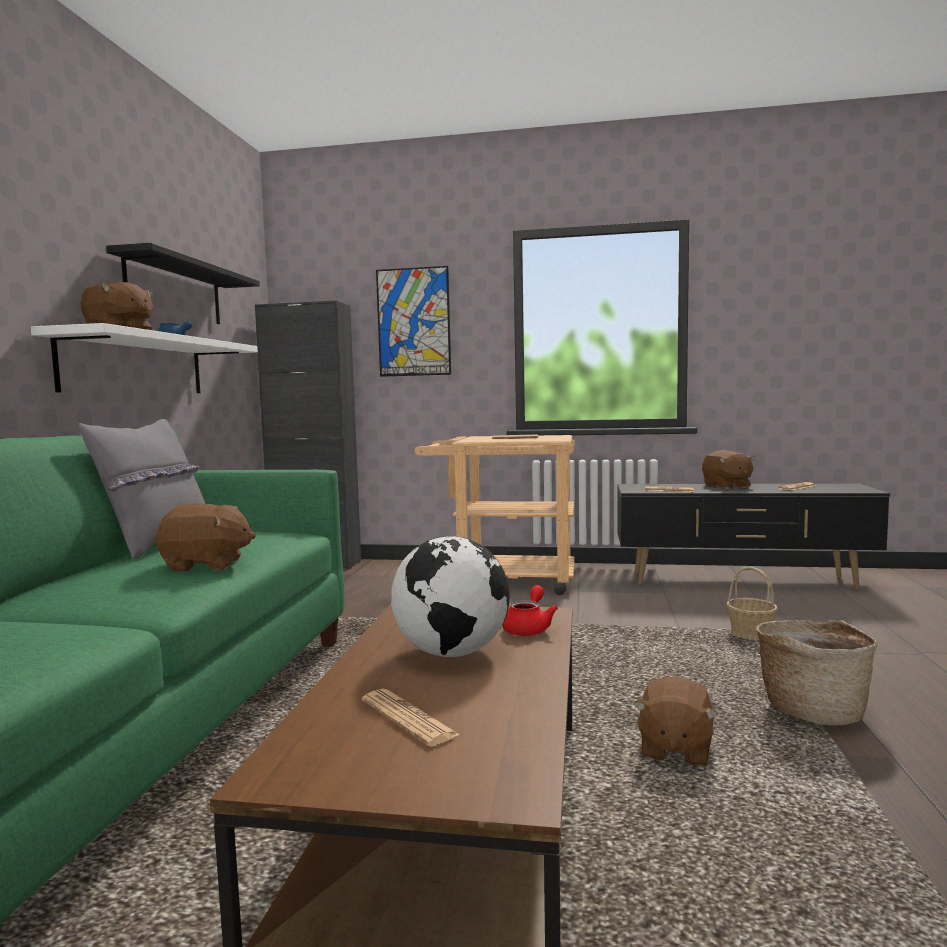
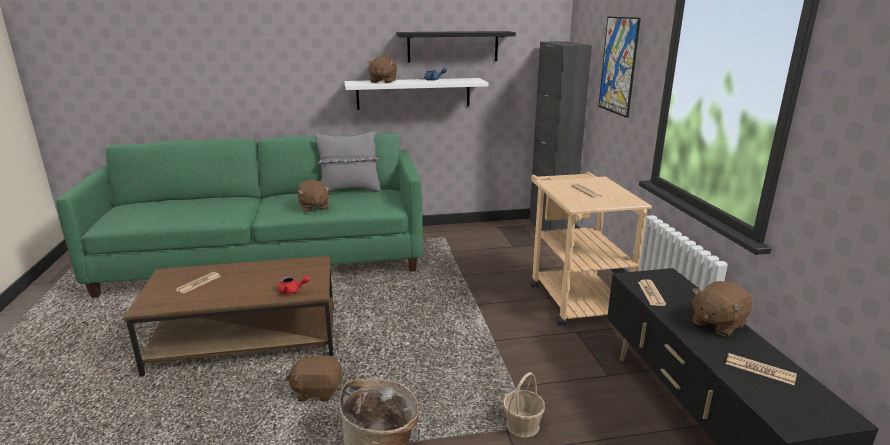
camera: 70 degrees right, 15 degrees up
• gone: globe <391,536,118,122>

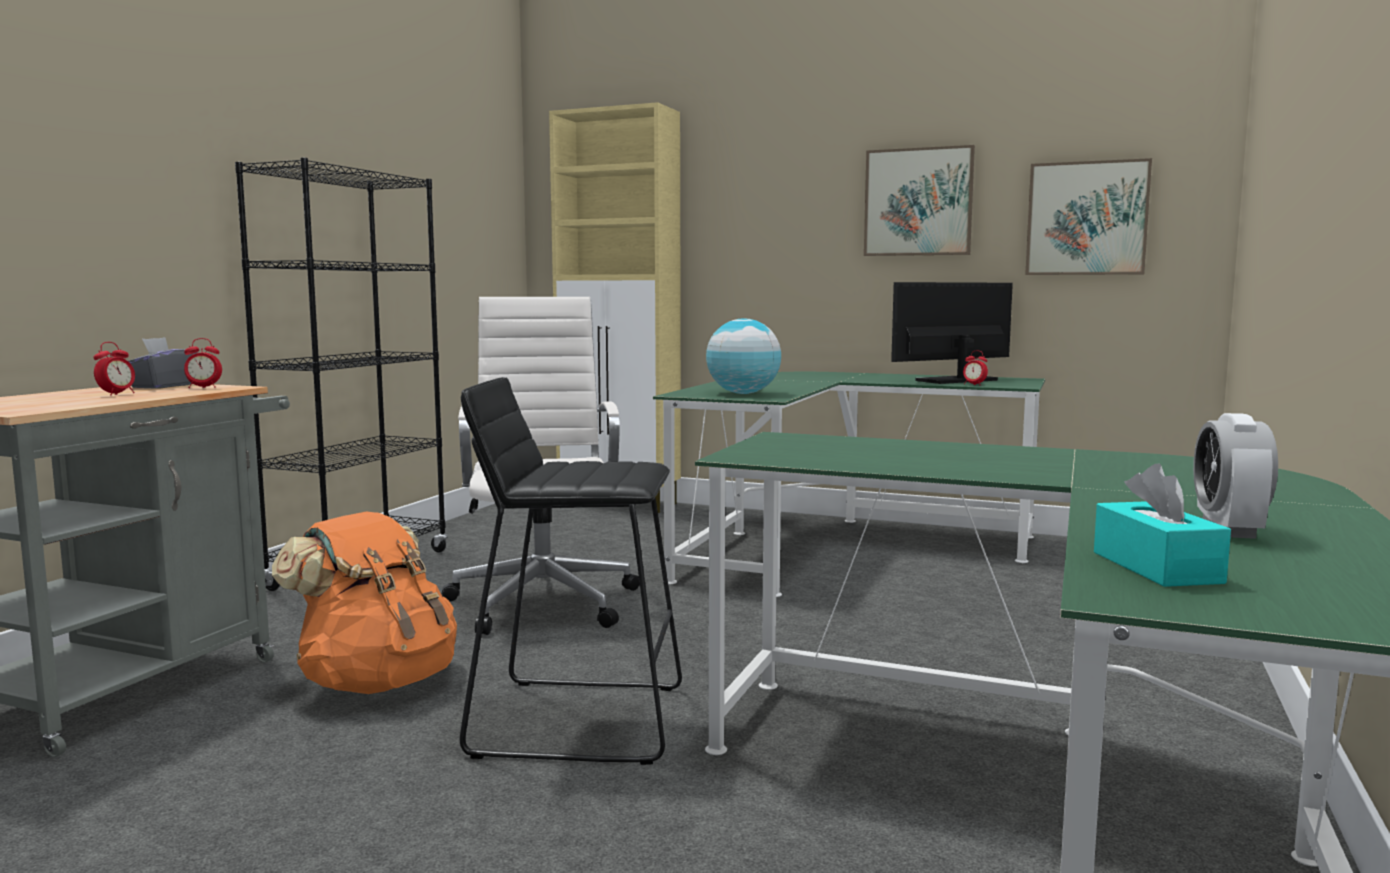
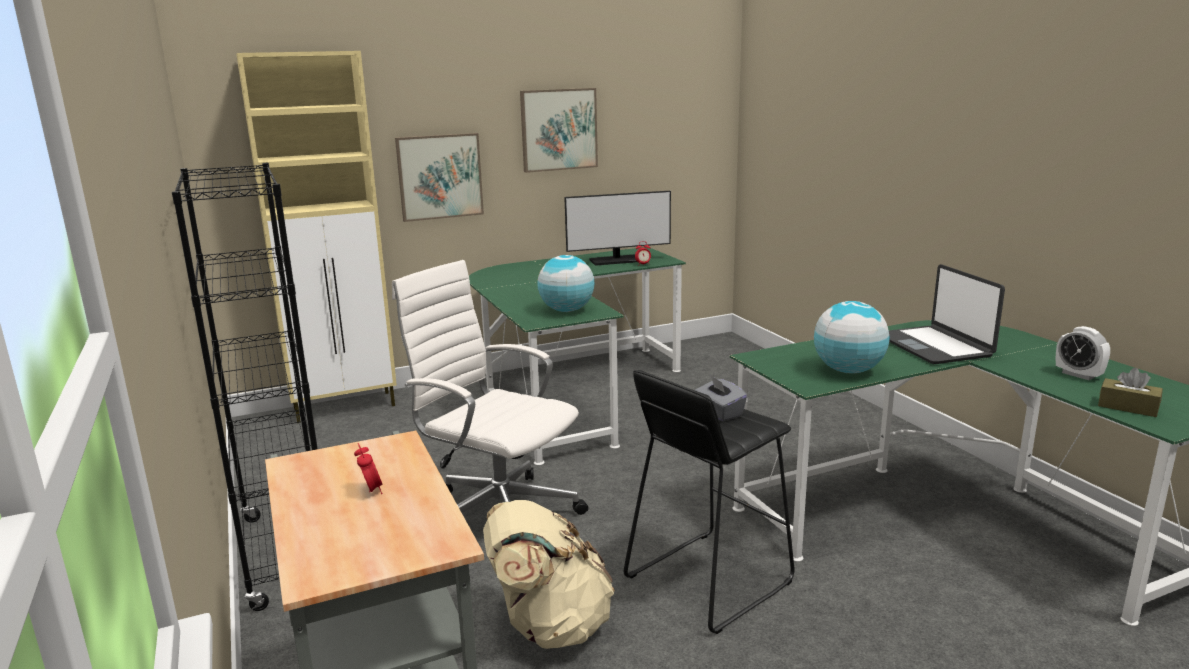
camera: 45 degrees left, 10 degrees up
• shifted: picture <1025,158,127,117> to <395,133,89,89>
• repainted: orange backpack <272,512,185,182> to beige backpack <483,500,132,149>
• rotated: monitor <891,282,122,102> = <564,191,107,75> 120 degrees counterclockwise
• shifted: grey tissue box <128,337,70,51> to <695,376,52,45>
• new: globe <814,301,75,73>
• new: laptop <889,264,116,100>
• repainted: turquoise tissue box <1094,464,137,123> to brown tissue box <1098,368,65,49>
• gone: alarm clock <184,338,38,50>

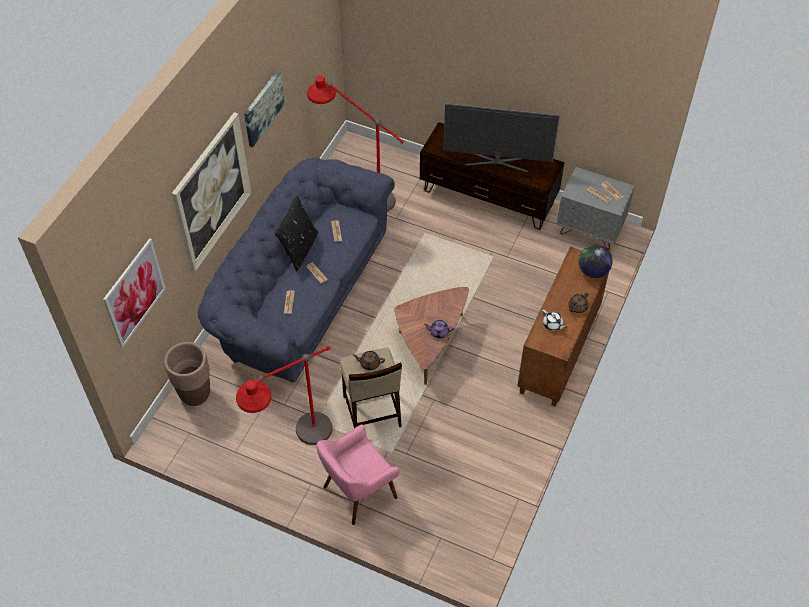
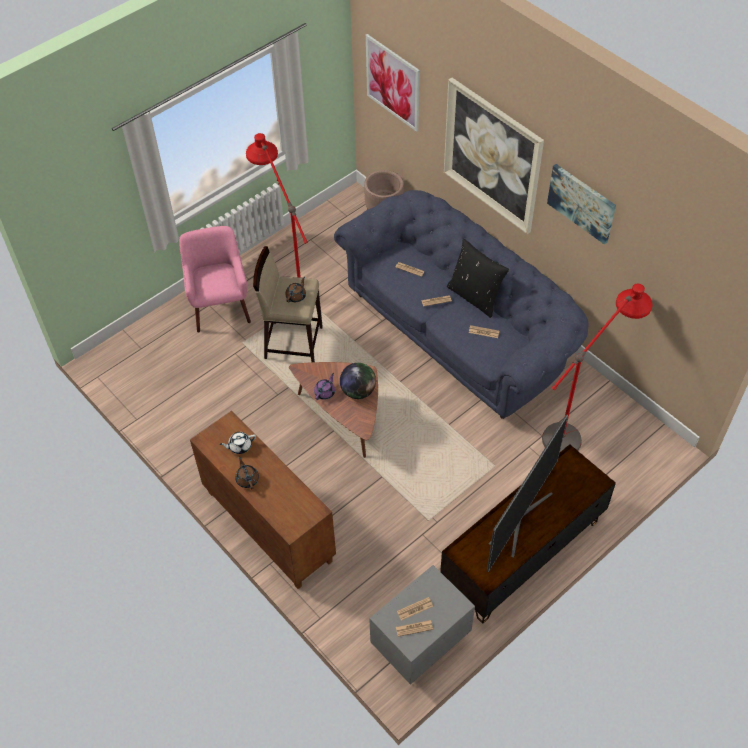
camera: 115 degrees right, 0 degrees up
• shifted: globe <579,244,34,34> to <340,363,36,36>

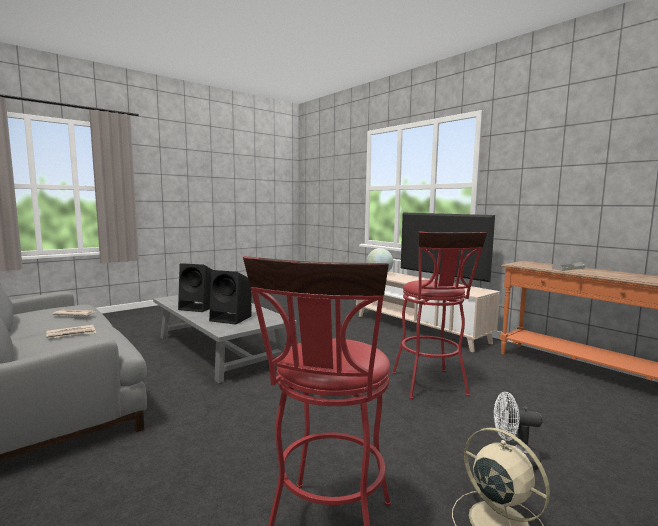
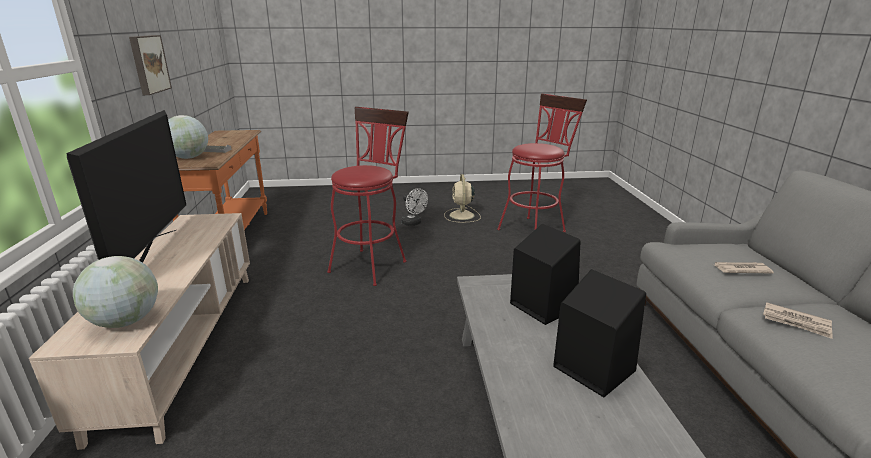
camera: 145 degrees left, 15 degrees up
• new: picture <129,35,43,60>
• new: globe <168,115,40,44>

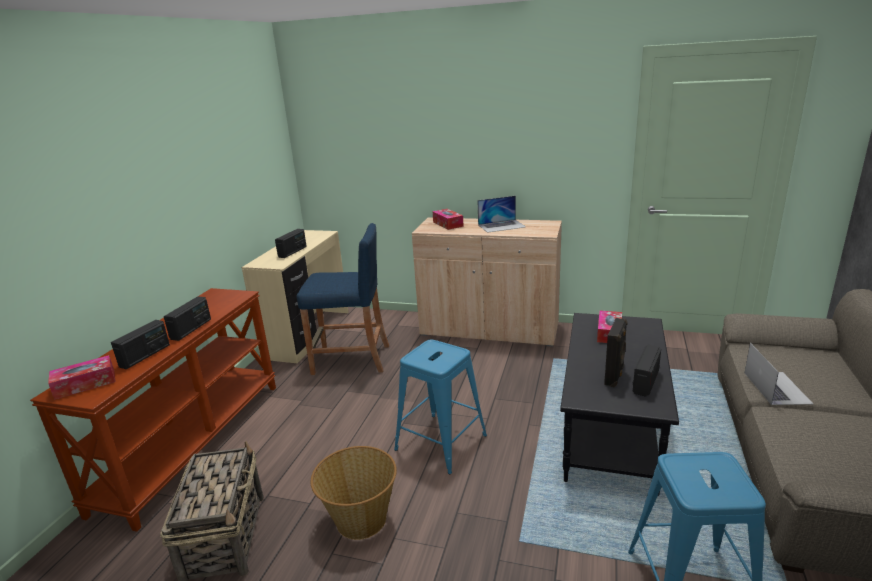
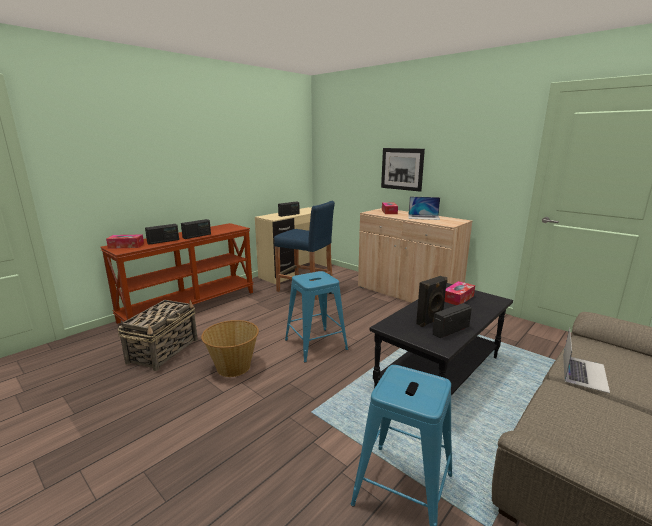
camera: 25 degrees right, 5 degrees down
• new: picture <381,148,44,44>

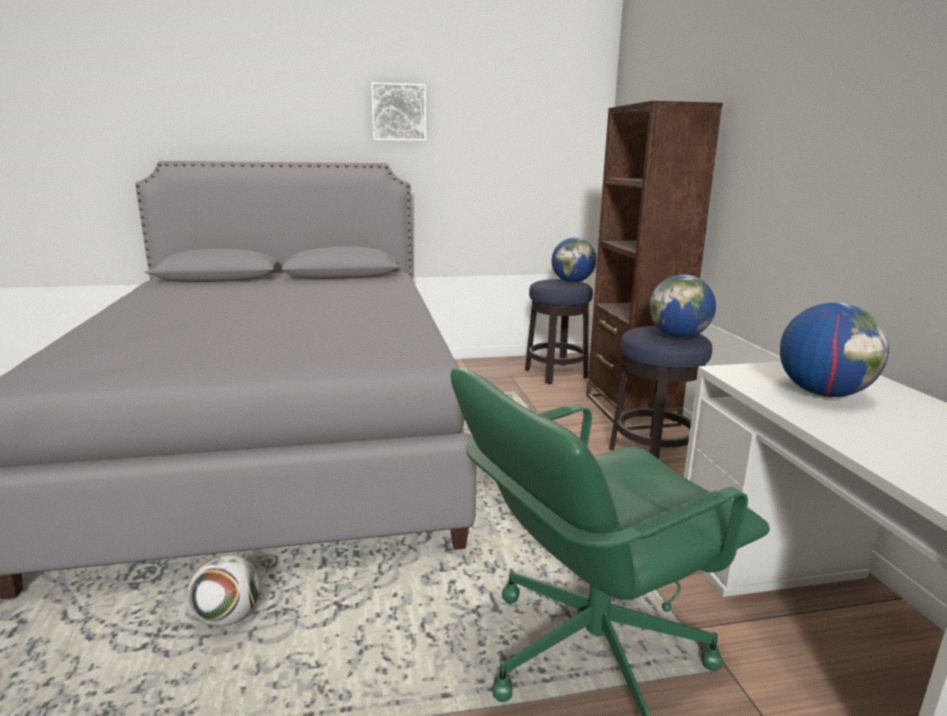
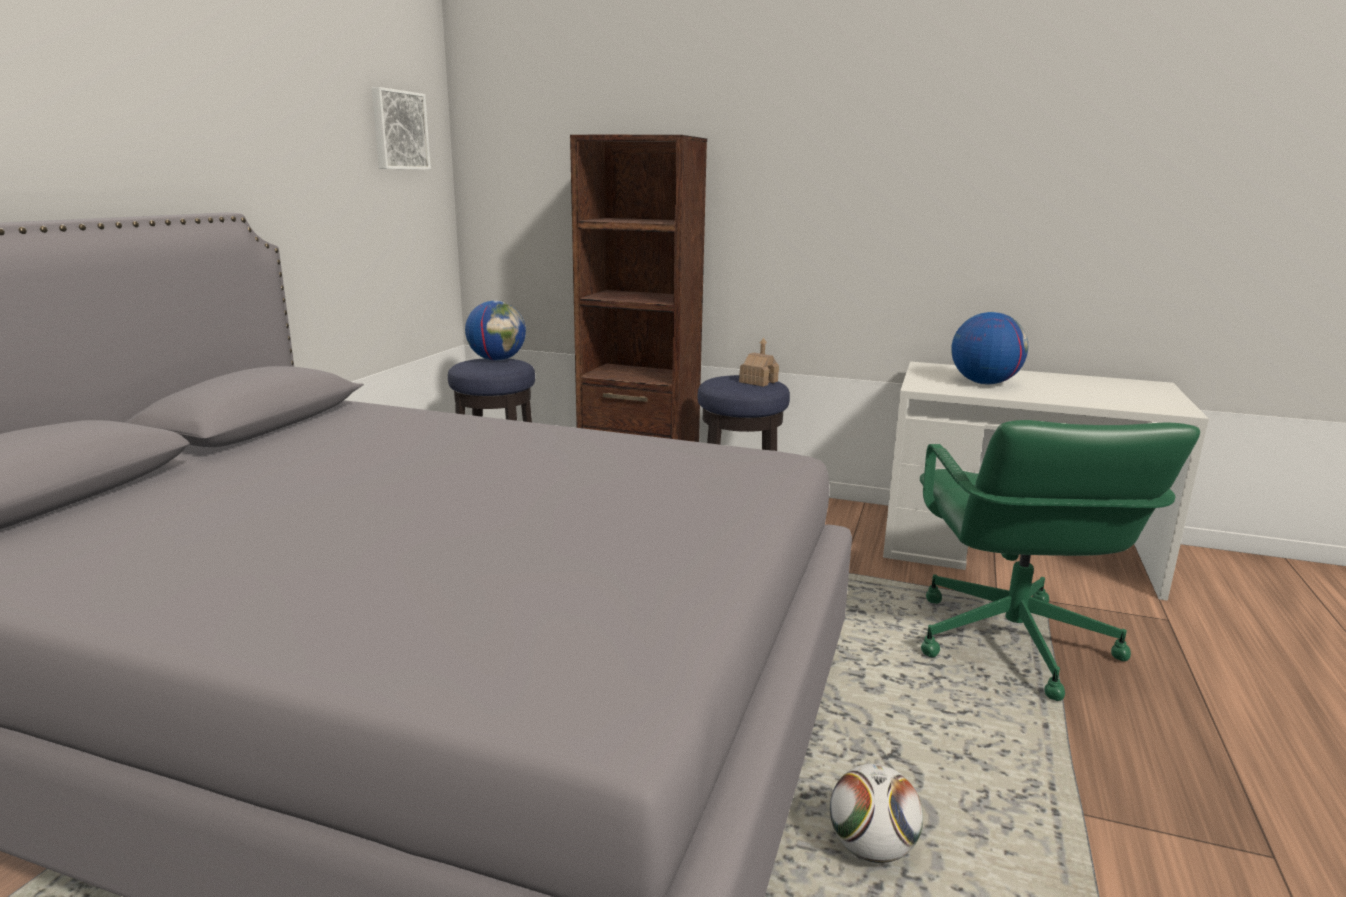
camera: 60 degrees left, 0 degrees up
• shifted: picture <371,82,55,59> to <372,87,59,83>
• swapped: globe <649,275,67,63> to toy house <739,338,40,49>

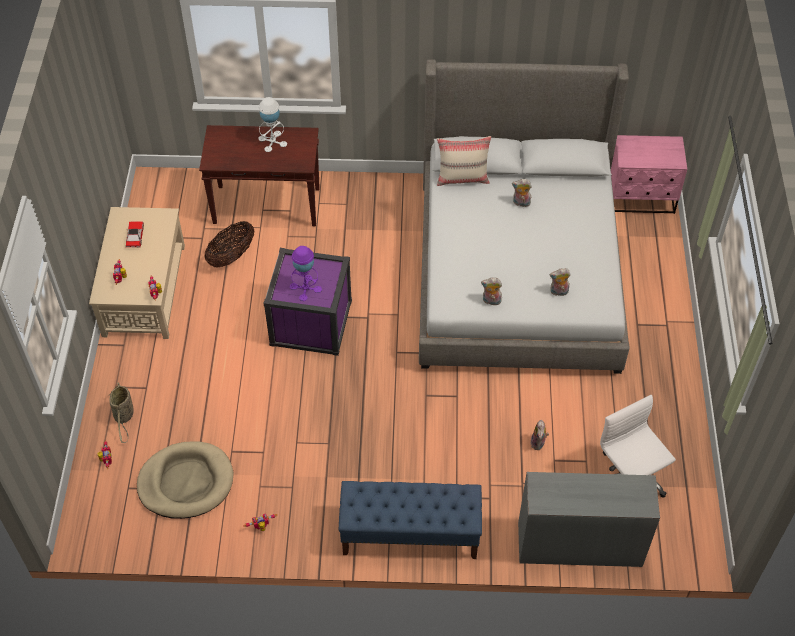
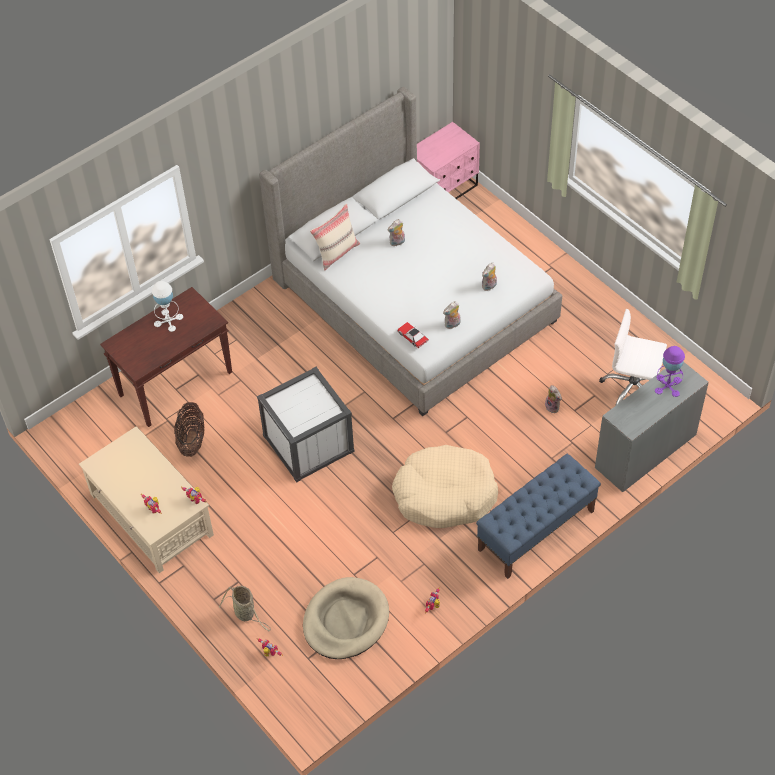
camera: 40 degrees left, 0 degrees up
• repainted: purple storage box <263,248,89,108> to white storage box <257,367,98,116>
• new: beige dog bed <392,445,106,83>
• shifted: toy car <126,221,18,27> to <397,322,32,26>
• shifted: purple table lamp <290,246,32,55> to <655,346,30,51>

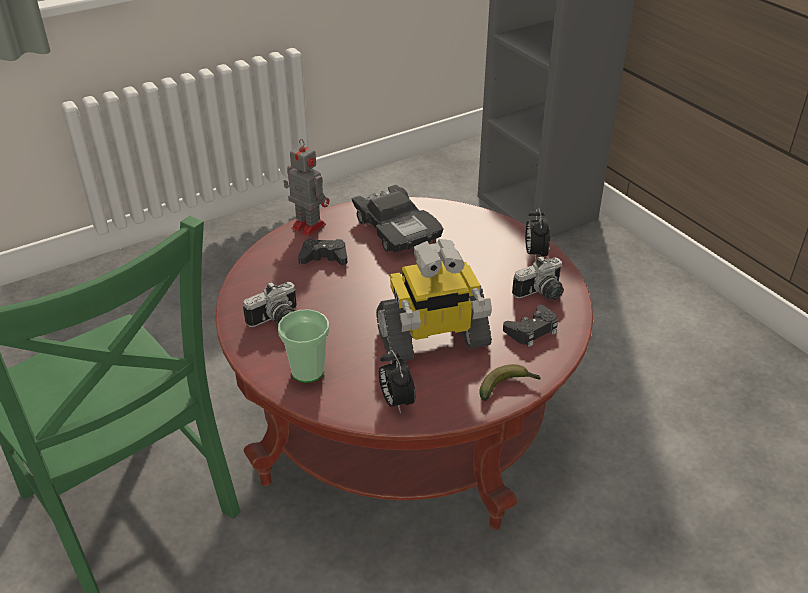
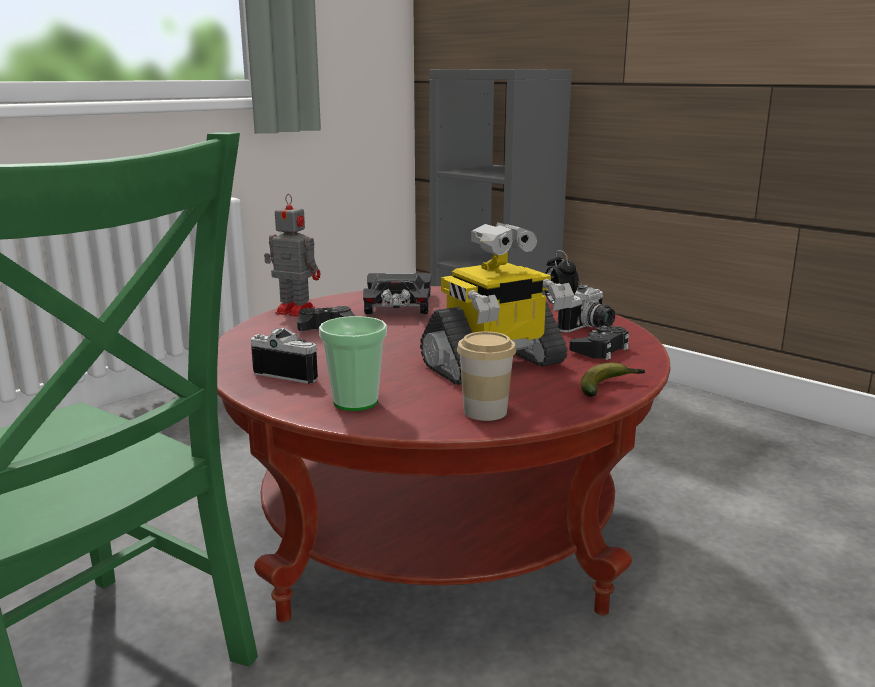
camera: 15 degrees left, 20 degrees down
• rotated: photo camera <243,282,54,45> = <251,327,67,57> 105 degrees counterclockwise
• rotated: black toy car <352,185,92,67> = <363,273,68,41> 135 degrees counterclockwise
• swapped: alarm clock <379,350,36,63> to cup <457,331,59,90>

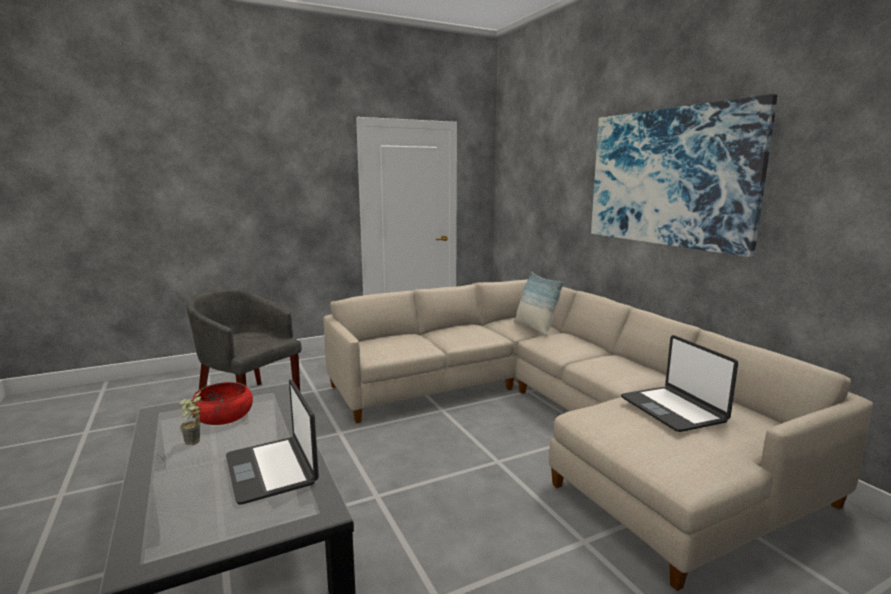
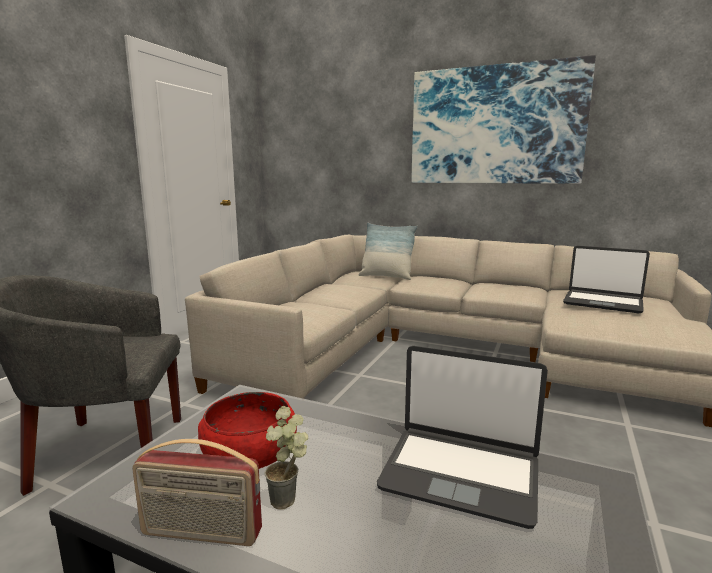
camera: 40 degrees left, 0 degrees up
• new: radio <132,439,130,107>

